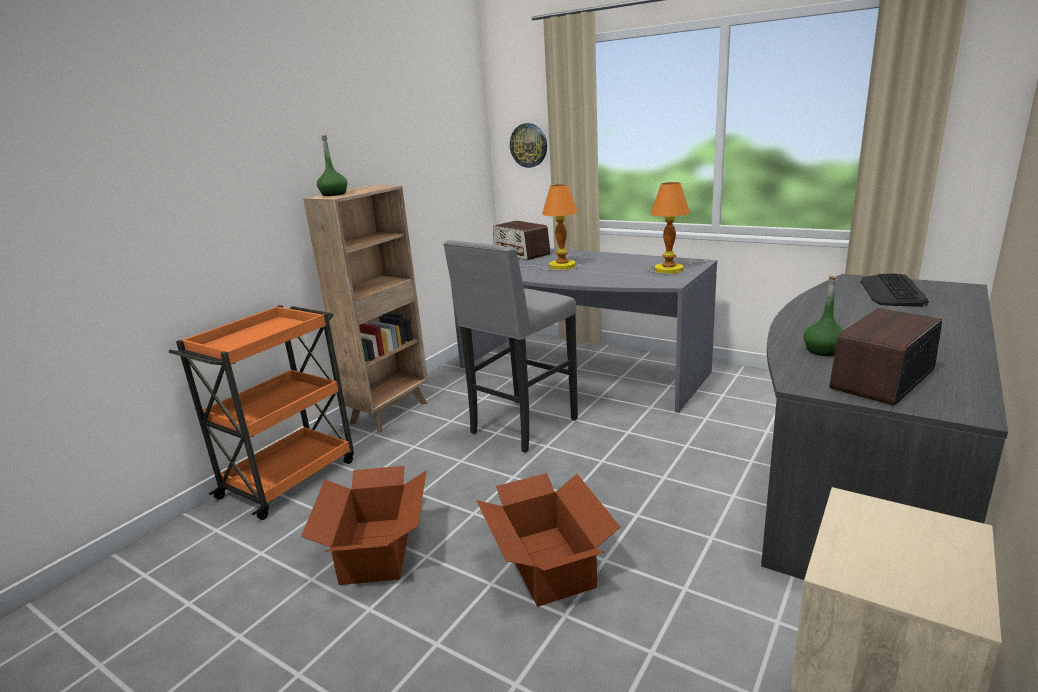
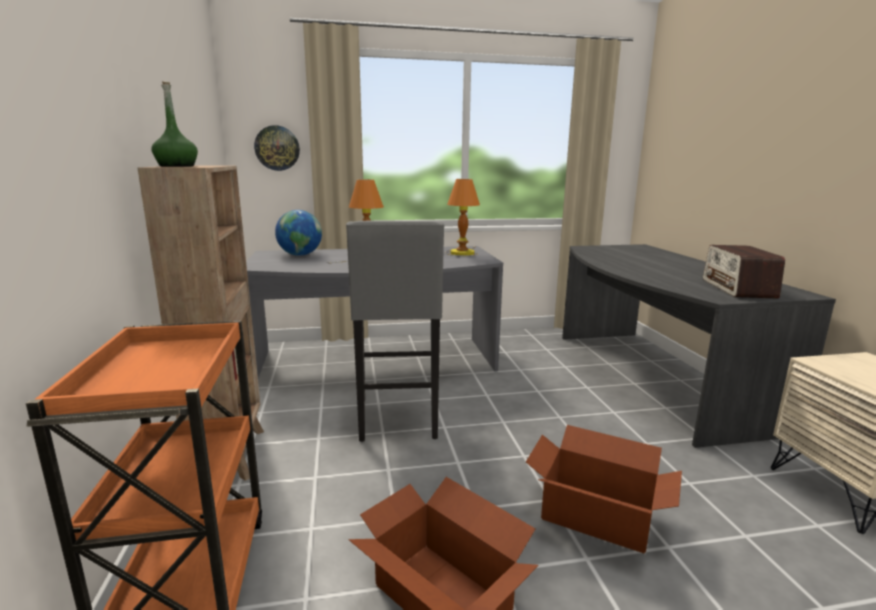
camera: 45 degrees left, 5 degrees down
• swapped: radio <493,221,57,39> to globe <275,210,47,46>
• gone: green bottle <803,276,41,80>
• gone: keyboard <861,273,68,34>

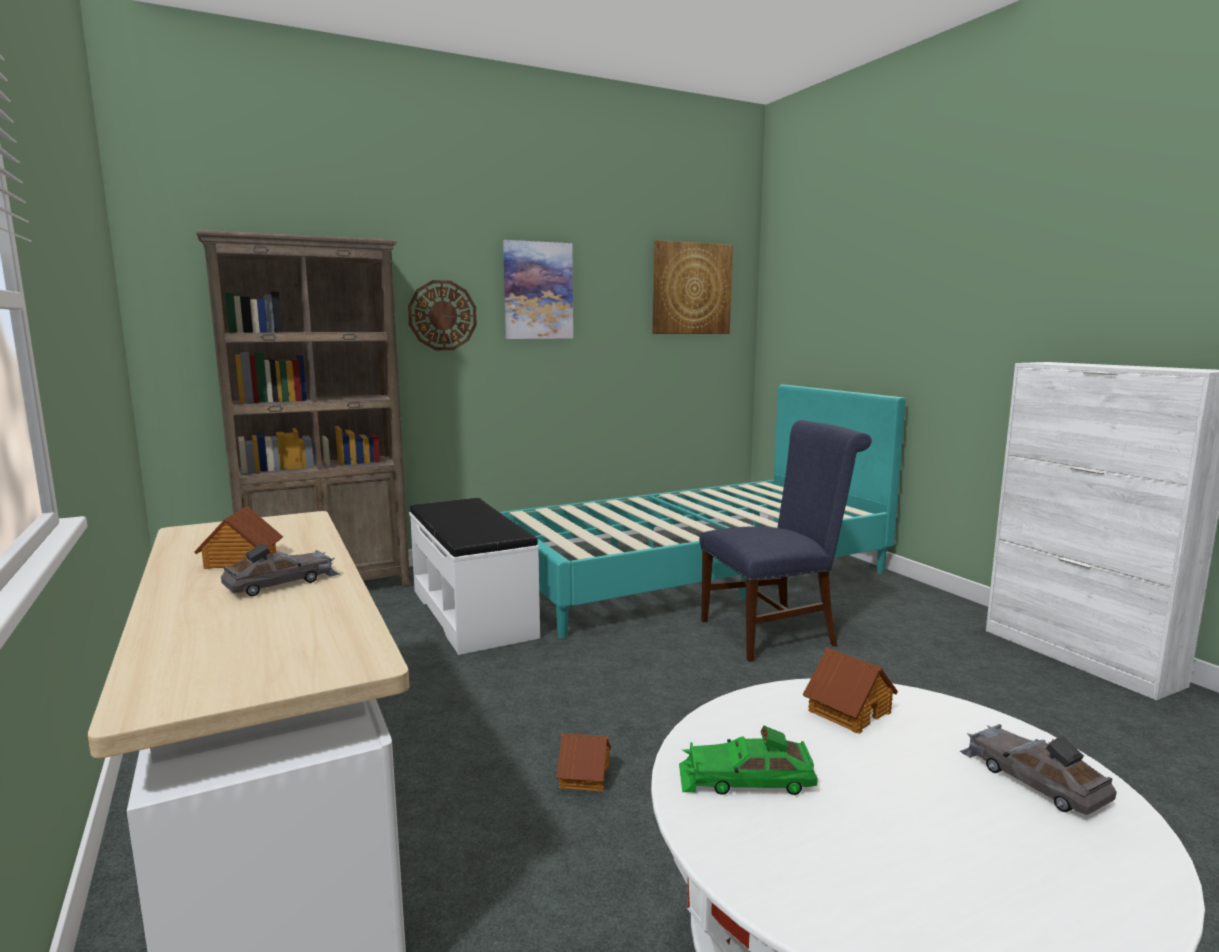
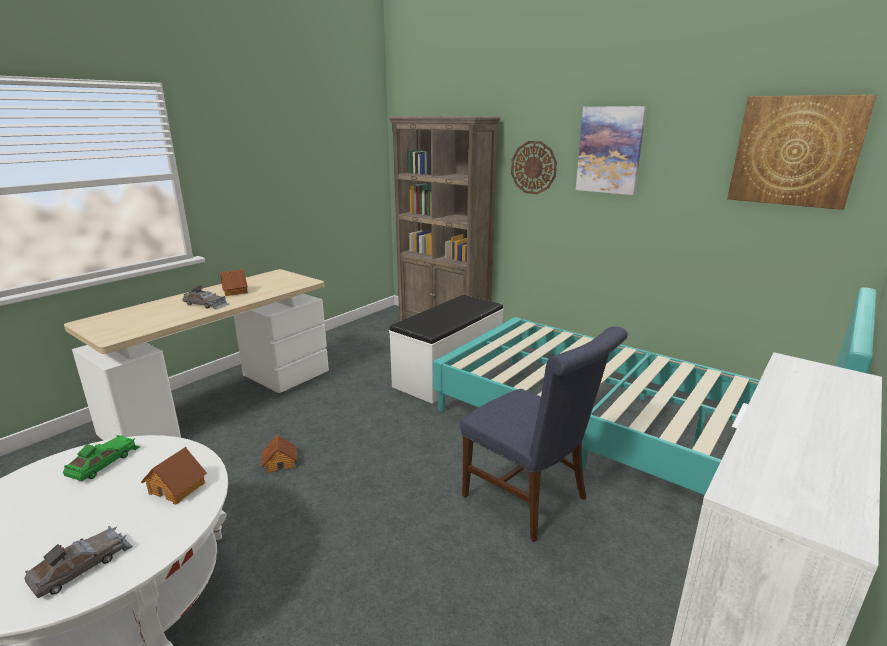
camera: 65 degrees right, 10 degrees up
• rotated: green toy car <679,726,139,69> = <63,435,77,46> 45 degrees clockwise

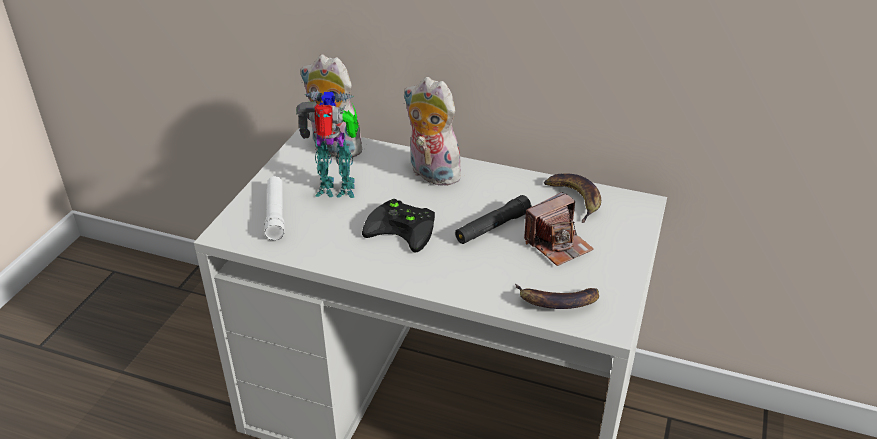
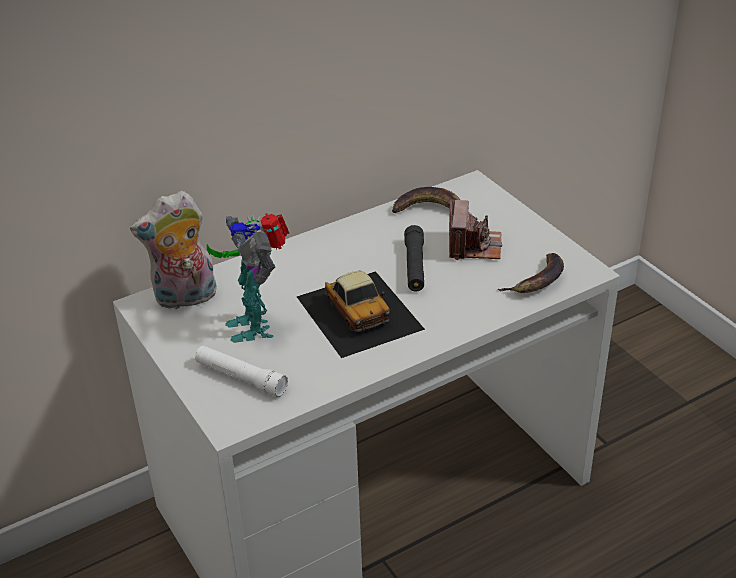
camera: 50 degrees left, 0 degrees up
• rotated: toy robot <296,90,63,108> = <207,213,82,130> 60 degrees counterclockwise
• swapped: black game controller <362,199,73,54> to toy car <297,271,128,87>
• gone: plush toy <403,77,60,109>

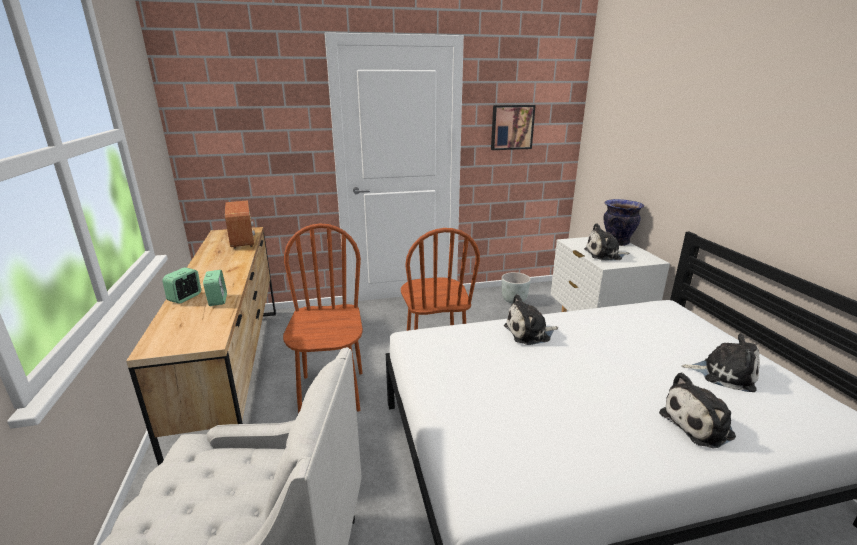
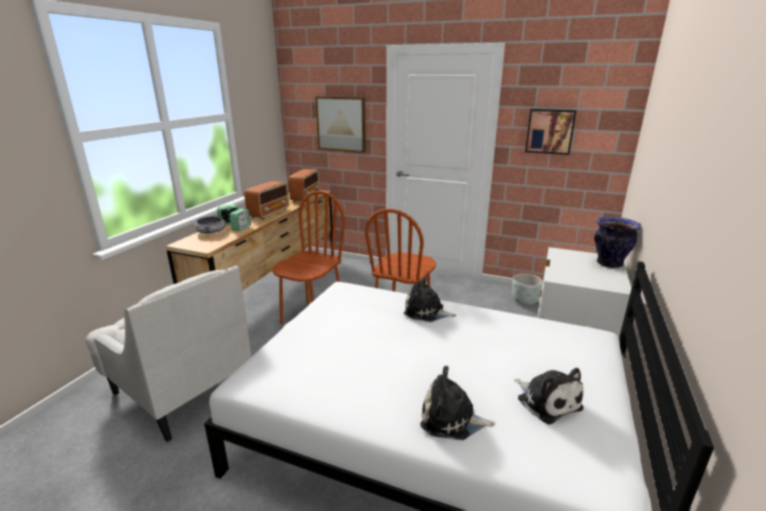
camera: 35 degrees right, 0 degrees up
• new: bowl <194,216,33,18>
• new: radio <244,181,45,39>
• new: picture <315,96,51,57>
• gone: plush toy <584,223,45,38>

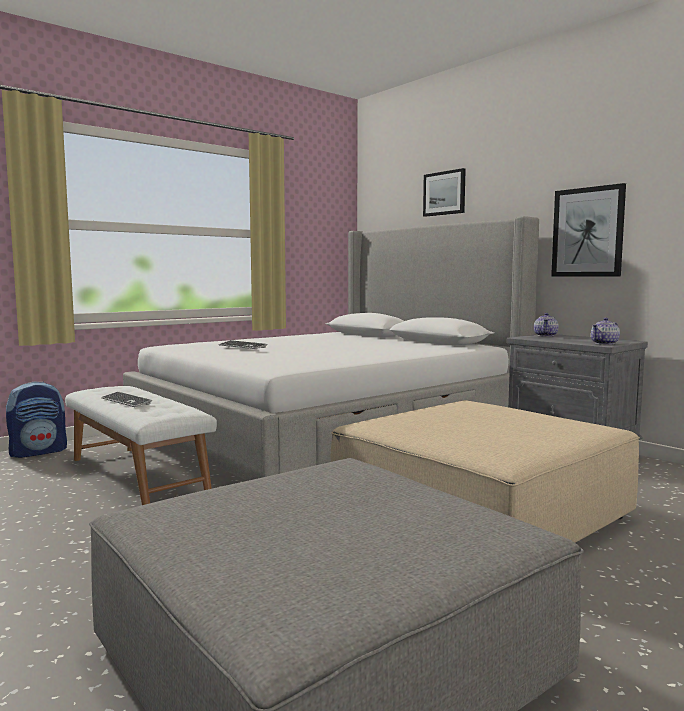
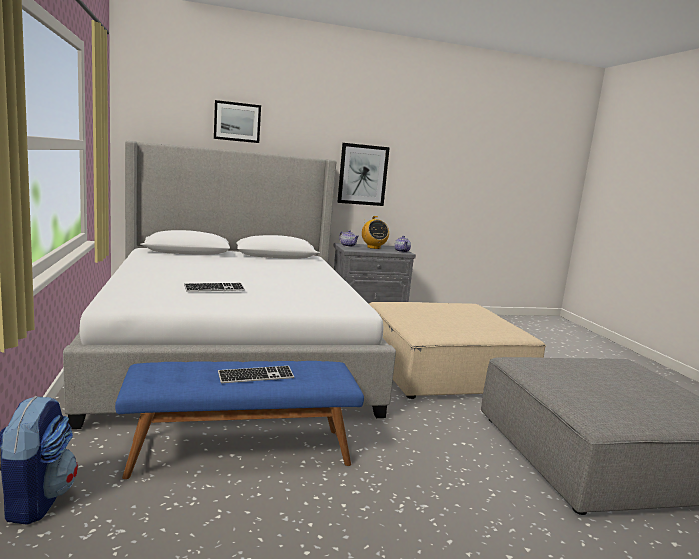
camera: 65 degrees left, 5 degrees up
• repainted: white bench <65,386,152,119> to blue bench <115,361,249,118>
• new: radio <362,216,27,33>

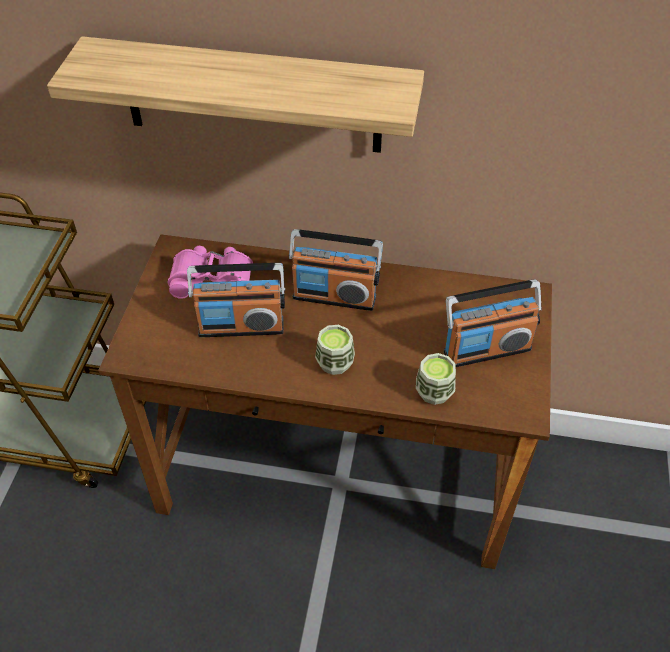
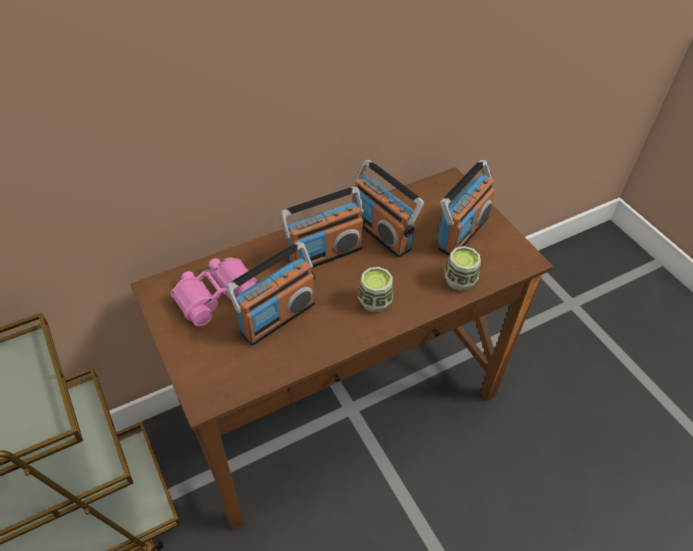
camera: 40 degrees left, 0 degrees up
• new: radio <352,160,72,98>
• gone: shelf <47,36,377,117>

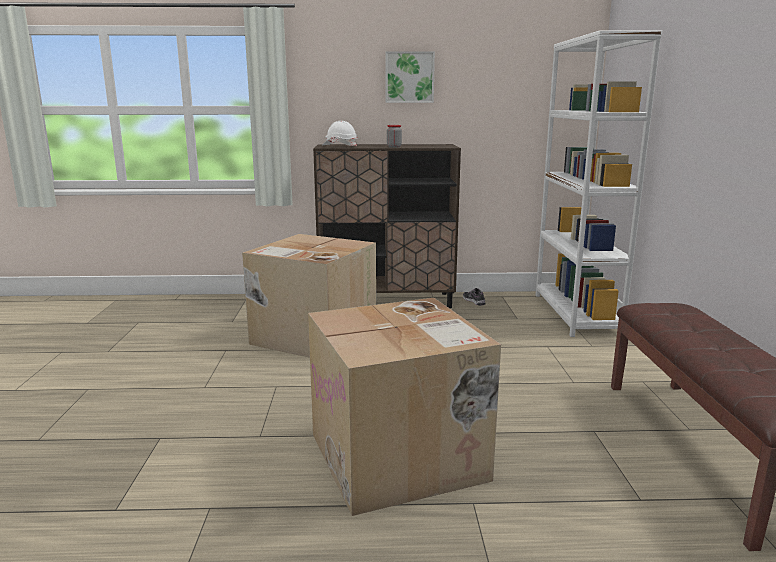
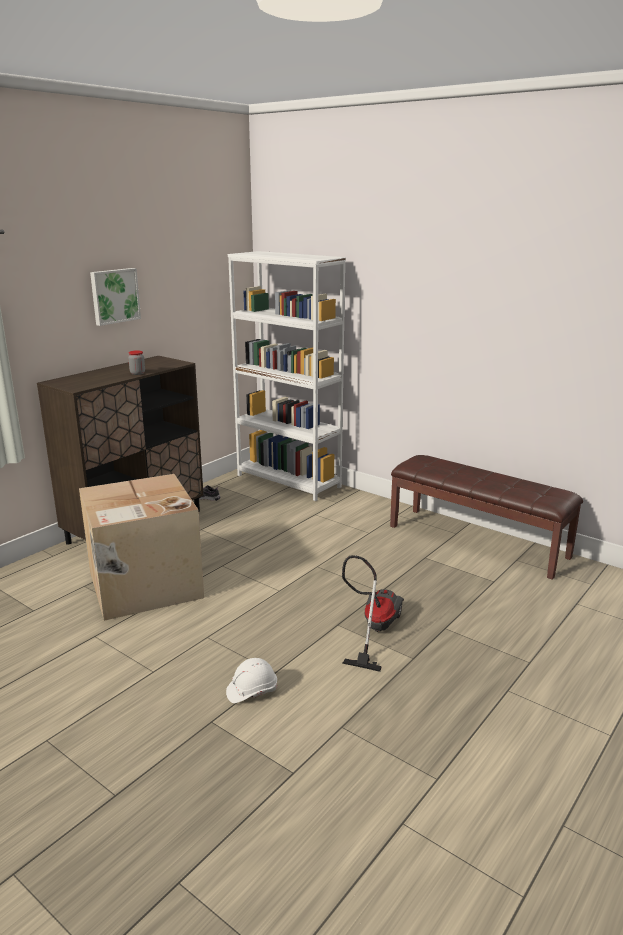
camera: 50 degrees left, 5 degrees up
• shifted: white hard hat <322,121,35,26> to <226,658,51,45>
• swapped: cardboard box <308,298,193,218> to vacuum cleaner <342,555,62,117>

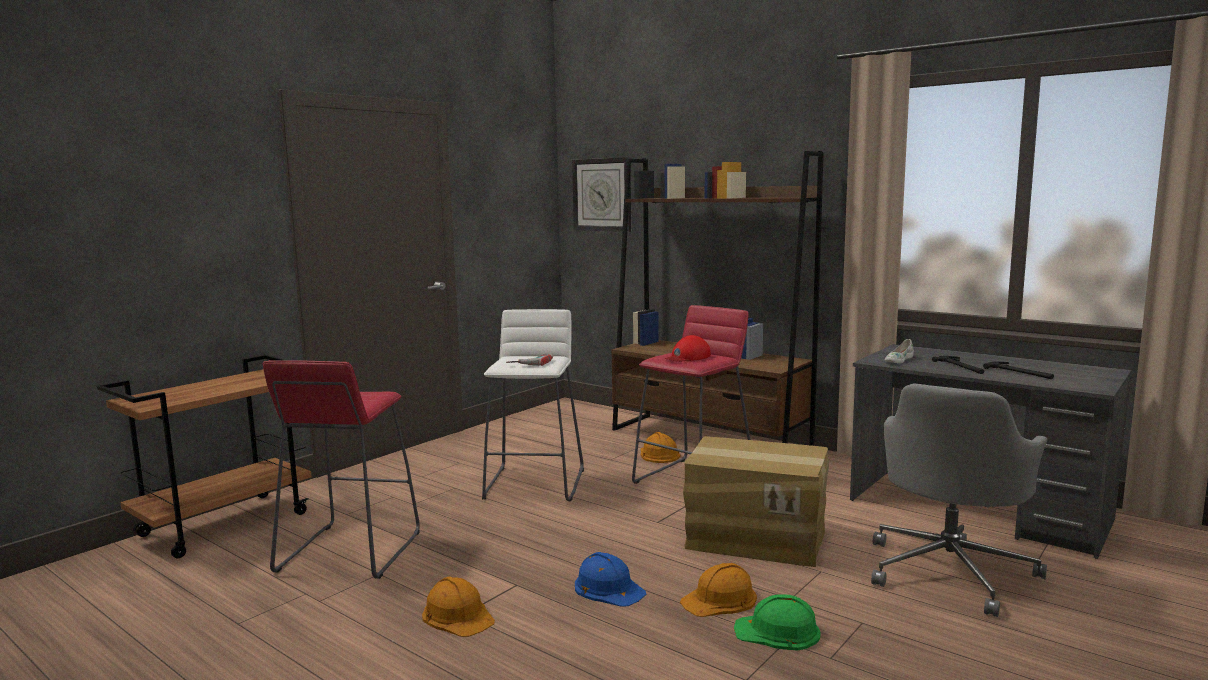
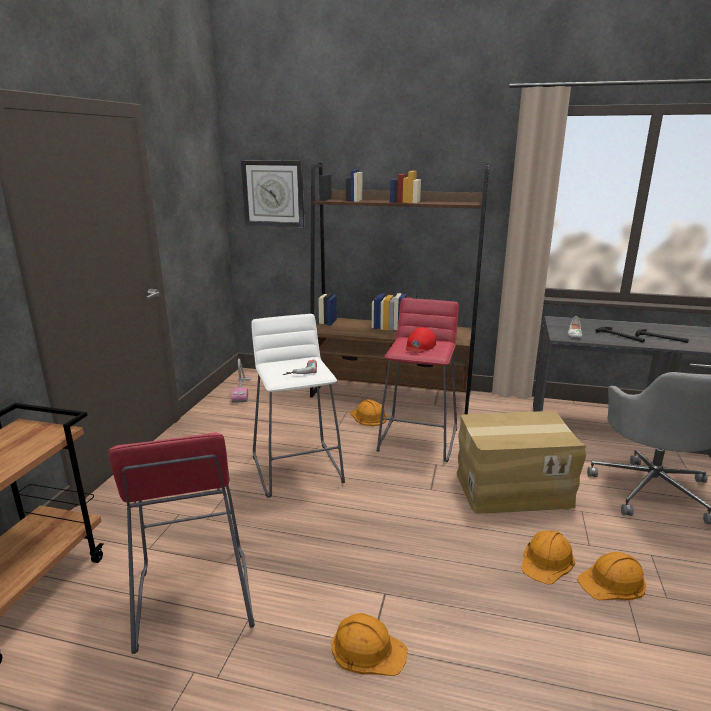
camera: 25 degrees left, 10 degrees up
• new: vacuum cleaner <231,359,20,44>
• repainted: green hard hat <734,594,87,57> to orange hard hat <577,552,69,48>
• gone: blue hard hat <575,552,72,55>

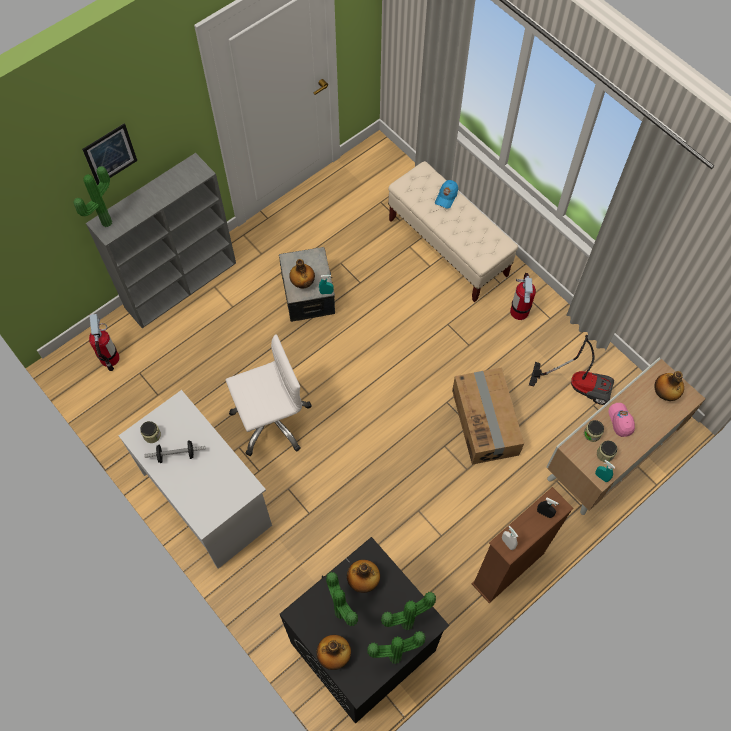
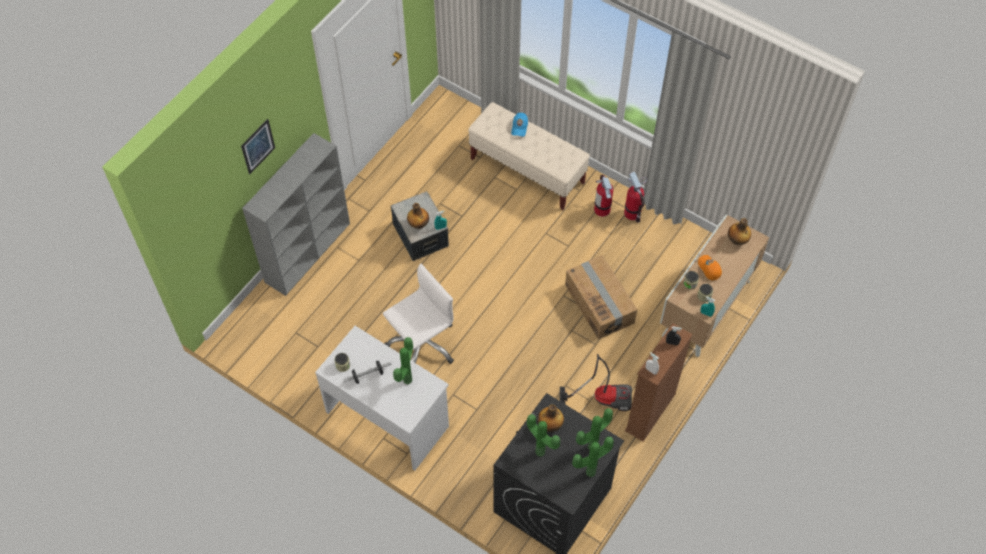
camera: 15 degrees left, 5 degrees down
• shifted: potted plant <74,166,38,61> to <393,337,20,47>
• shifted: vacuum cleaner <529,335,85,70> to <559,354,73,57>
• shifted: fire extinguisher <89,314,31,57> to <624,172,23,51>
• repainted: pink cap <609,403,26,34> to orange cap <698,255,24,26>
• gone: bottle <316,635,35,35>

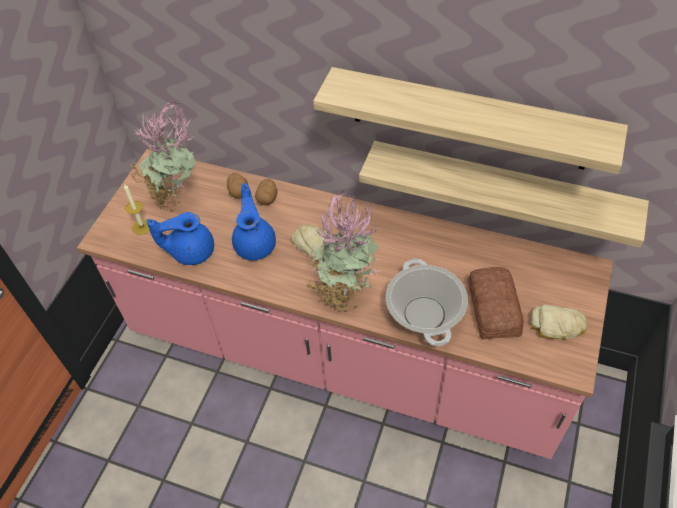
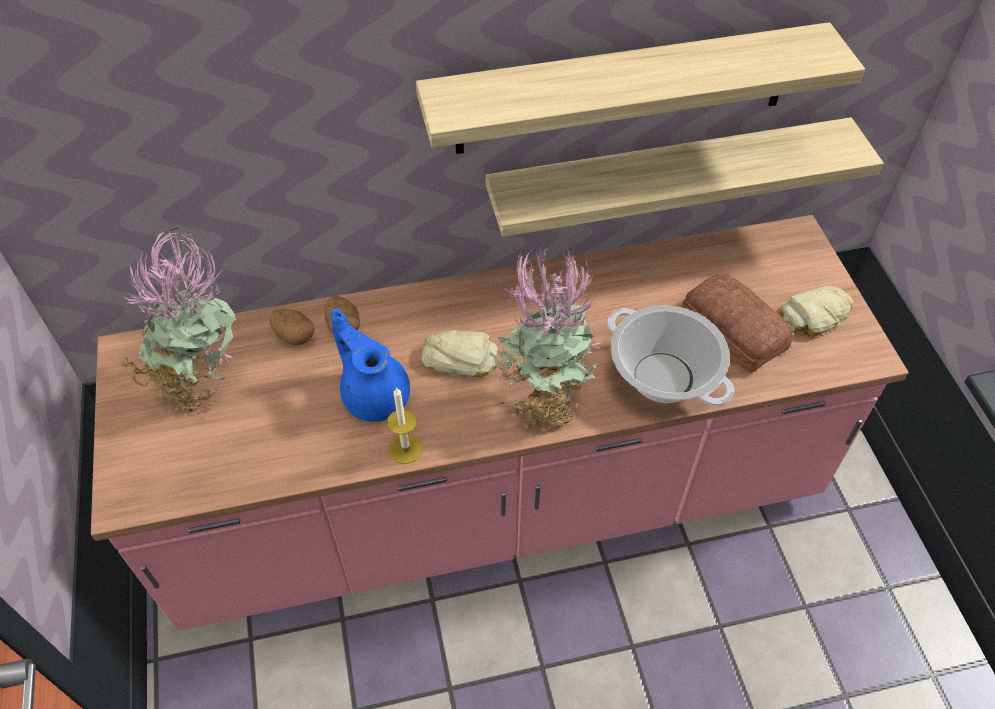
camera: 35 degrees left, 0 degrees up
• shifted: candle <124,184,26,51> to <387,387,36,77>
• gone: blue teapot <147,212,67,53>

